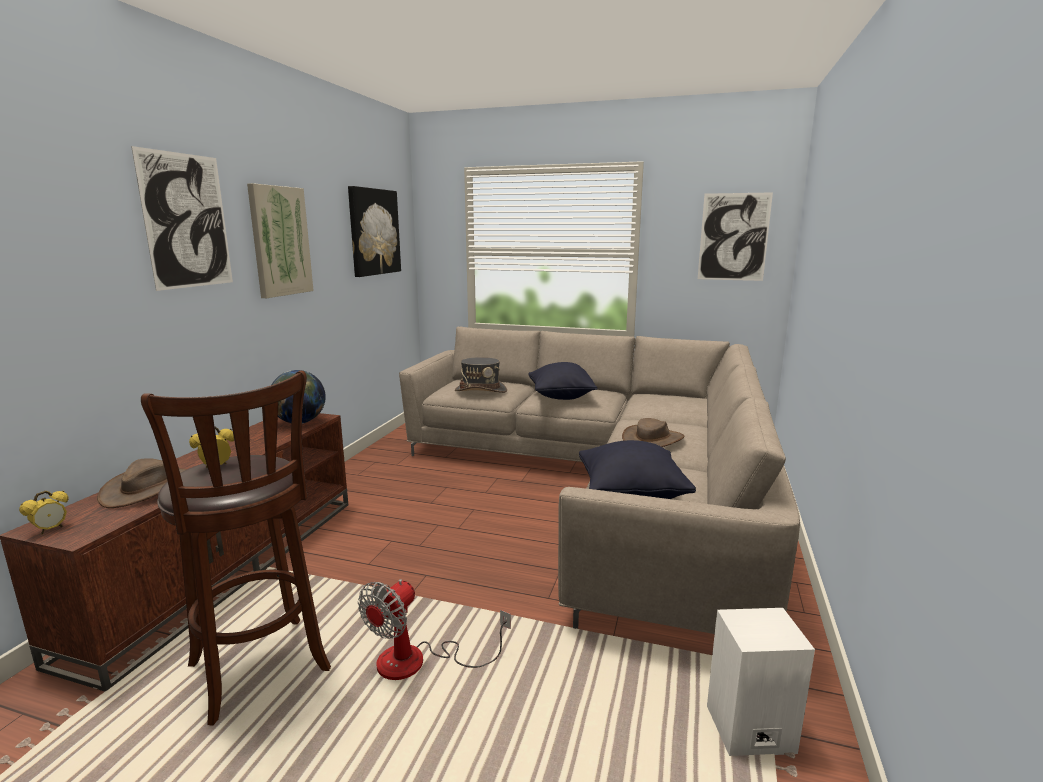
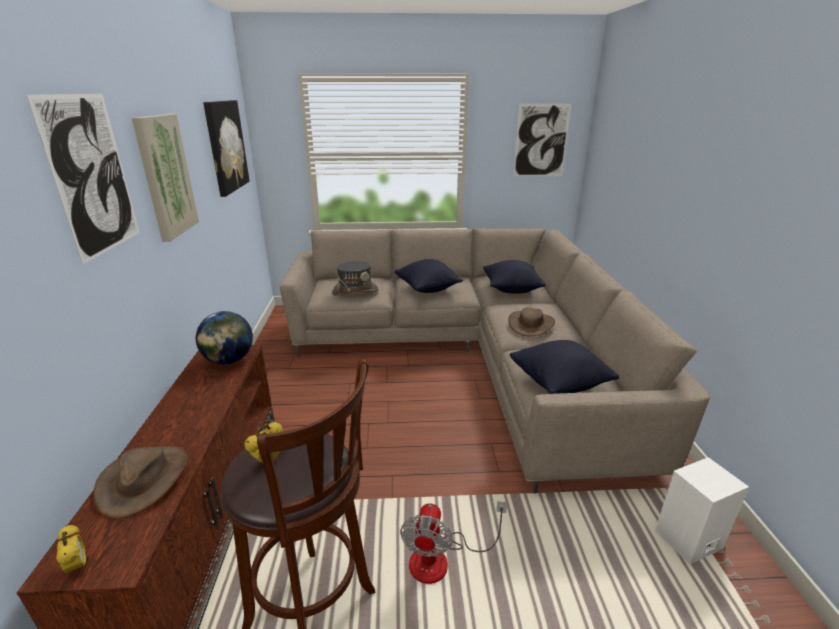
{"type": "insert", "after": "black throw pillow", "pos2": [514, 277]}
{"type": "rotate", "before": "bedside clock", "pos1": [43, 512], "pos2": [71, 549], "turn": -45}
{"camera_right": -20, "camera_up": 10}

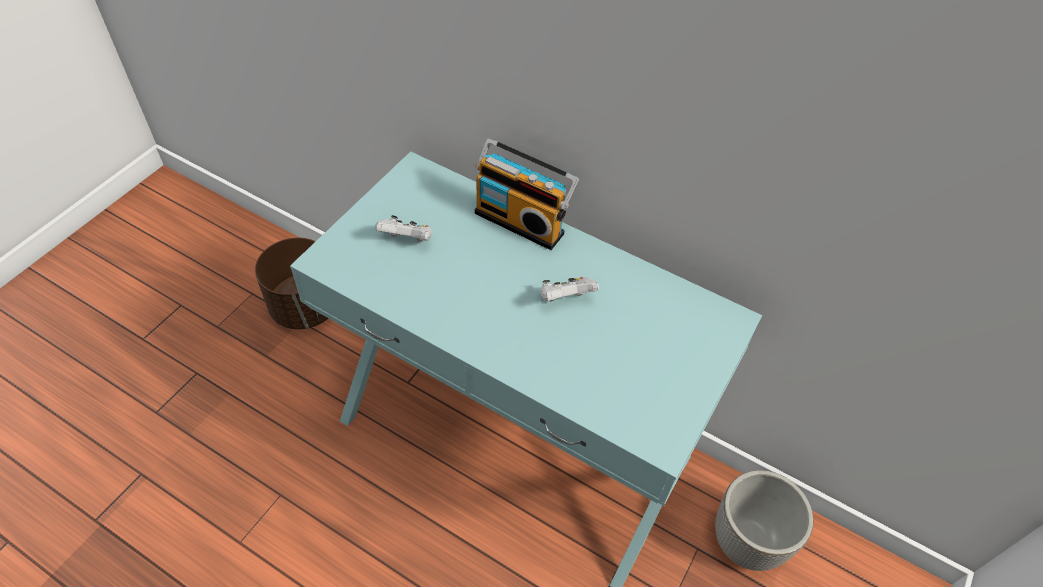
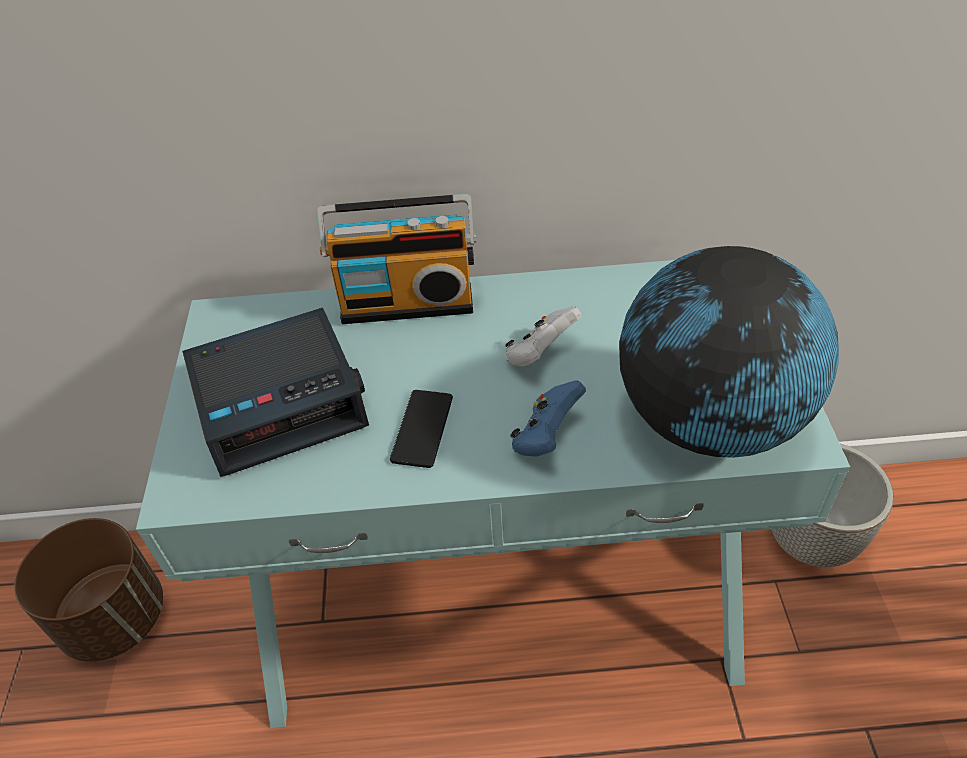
{"type": "insert", "after": "phone", "pos2": [421, 429]}
{"type": "insert", "after": "blue game controller", "pos2": [548, 418]}
{"type": "insert", "after": "world globe", "pos2": [729, 352]}
{"type": "replace", "before": "whitish game controller", "after": "bedside clock", "pos1": [403, 228], "pos2": [275, 392]}
{"camera_right": -30, "camera_up": -5}

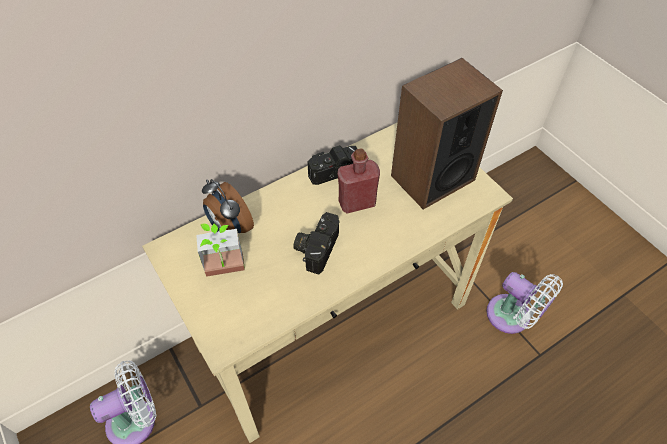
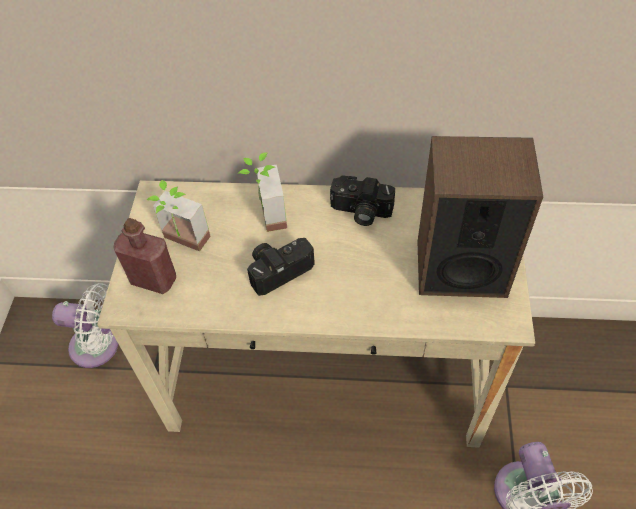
{"type": "delete", "before": "bedside clock", "pos1": [228, 206]}
{"type": "insert", "after": "houseplant", "pos2": [262, 192]}
{"type": "move", "before": "reddish beverage bottle", "pos1": [359, 181], "pos2": [144, 256]}
{"camera_right": 40, "camera_up": 0}

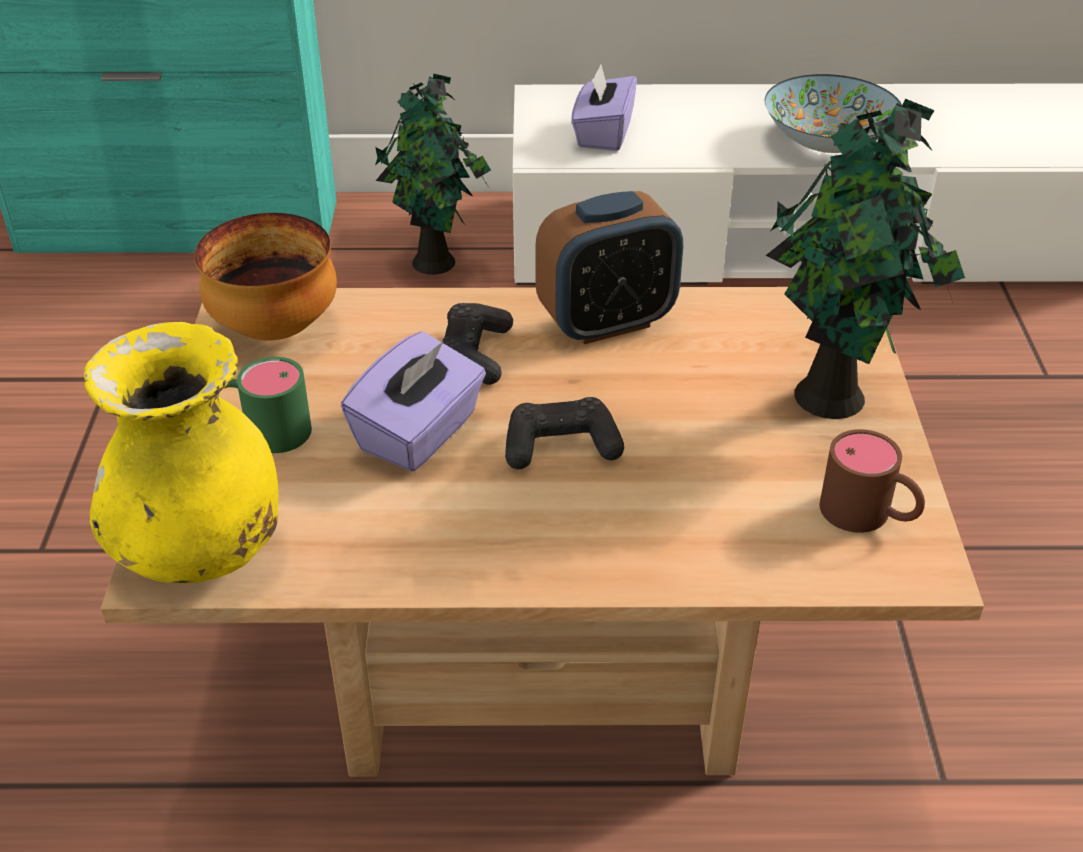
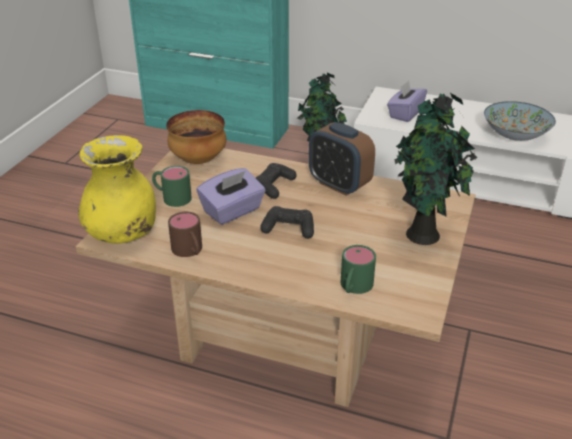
{"type": "insert", "after": "green-coloured mug", "pos2": [358, 269]}
{"type": "move", "before": "brownish mug", "pos1": [872, 481], "pos2": [185, 234]}
{"type": "rotate", "before": "bedside clock", "pos1": [609, 267], "pos2": [342, 159], "turn": 45}
{"camera_right": 20, "camera_up": -5}

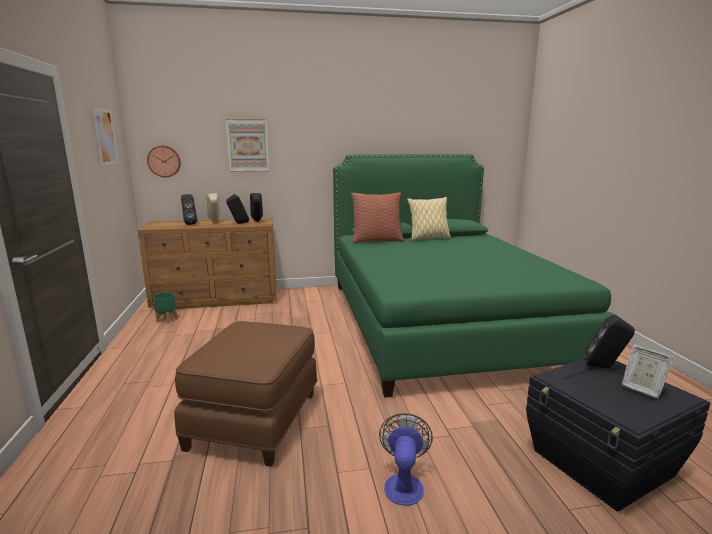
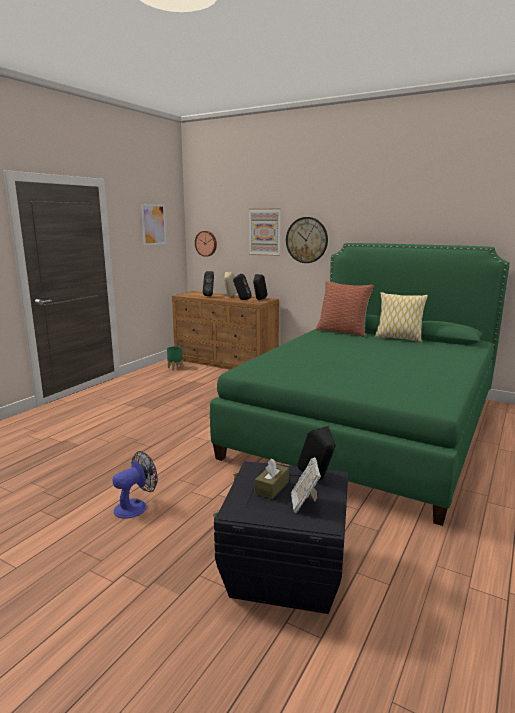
{"type": "delete", "before": "brownish footrest", "pos1": [246, 394]}
{"type": "insert", "after": "brownish tissue box", "pos2": [272, 478]}
{"type": "insert", "after": "clock on the wall", "pos2": [307, 240]}
{"camera_right": 40, "camera_up": 0}

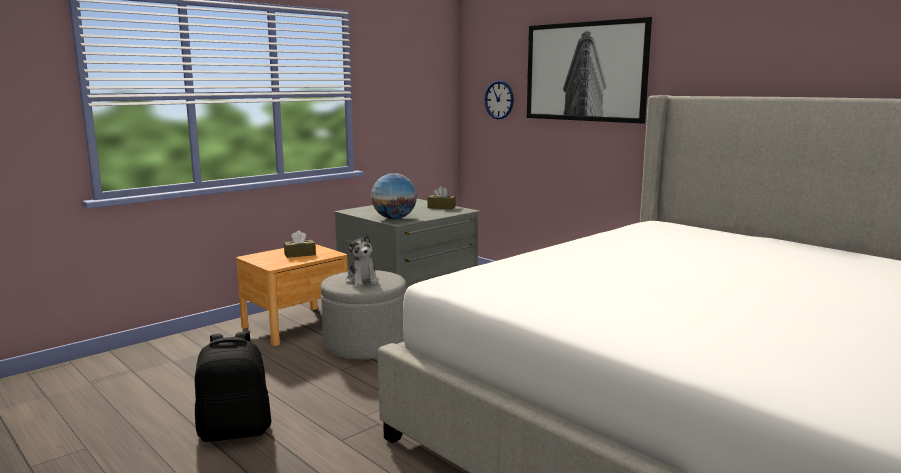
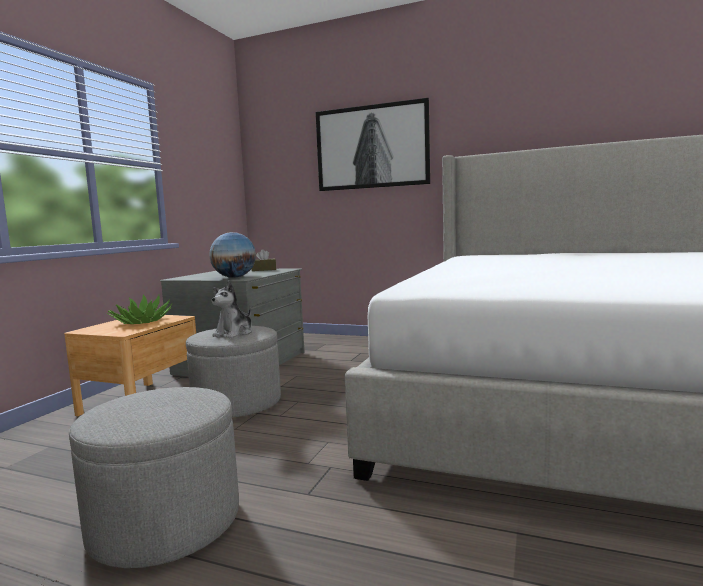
{"type": "delete", "before": "clock on the wall", "pos1": [499, 99]}
{"type": "replace", "before": "black knapsack", "after": "greyish footrest", "pos1": [233, 387], "pos2": [154, 477]}
{"type": "replace", "before": "brownish tissue box", "after": "houseplant", "pos1": [300, 244], "pos2": [140, 309]}
{"type": "rotate", "before": "plush toy", "pos1": [362, 259], "pos2": [232, 309], "turn": 75}
{"camera_right": -25, "camera_up": -5}

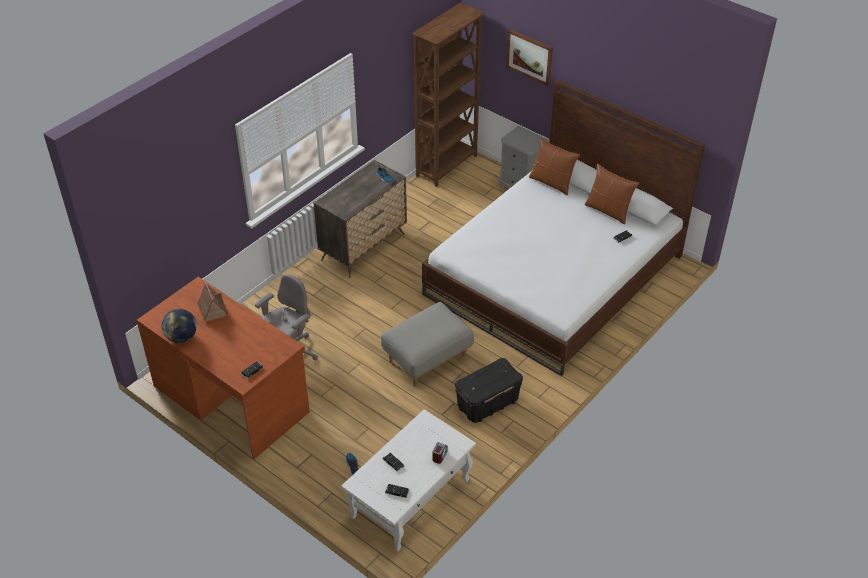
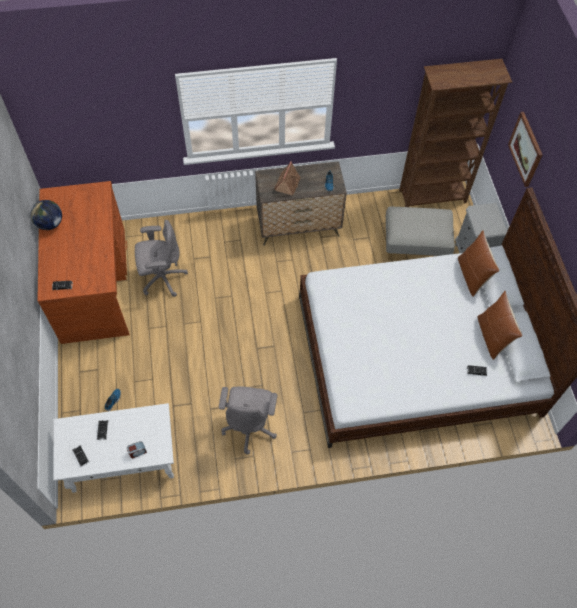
{"type": "move", "before": "miniature house", "pos1": [212, 302], "pos2": [287, 178]}
{"type": "move", "before": "greyish footrest", "pos1": [427, 344], "pos2": [420, 233]}
{"type": "replace", "before": "black storage bin", "after": "greyish office chair", "pos1": [489, 390], "pos2": [248, 420]}
{"camera_right": 40, "camera_up": 15}

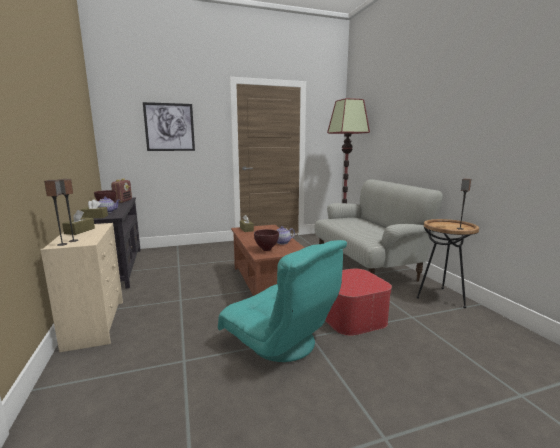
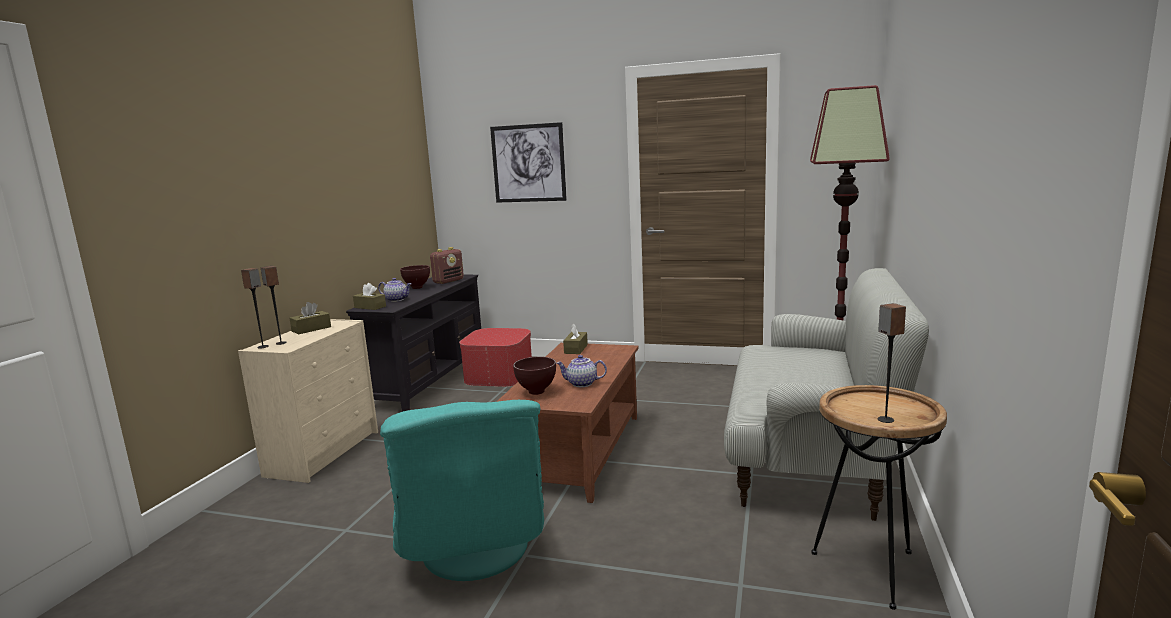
{"type": "move", "before": "footrest", "pos1": [358, 302], "pos2": [495, 357]}
{"camera_right": 35, "camera_up": 0}

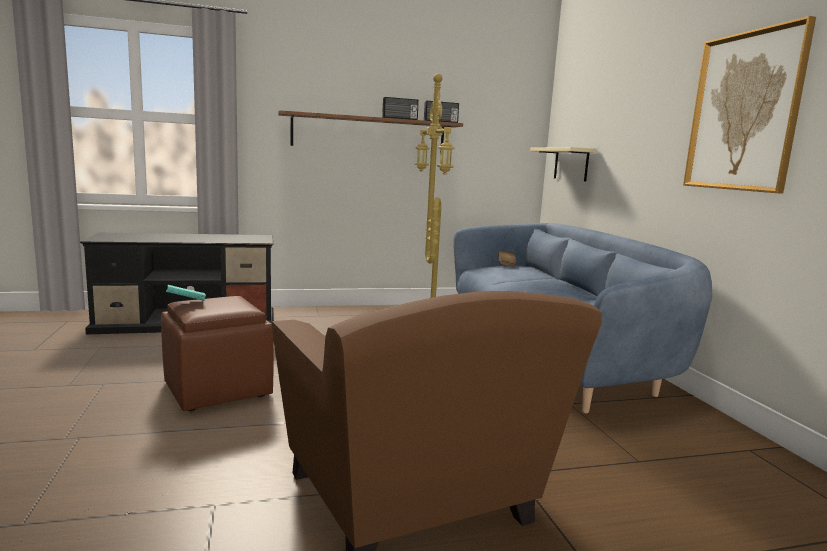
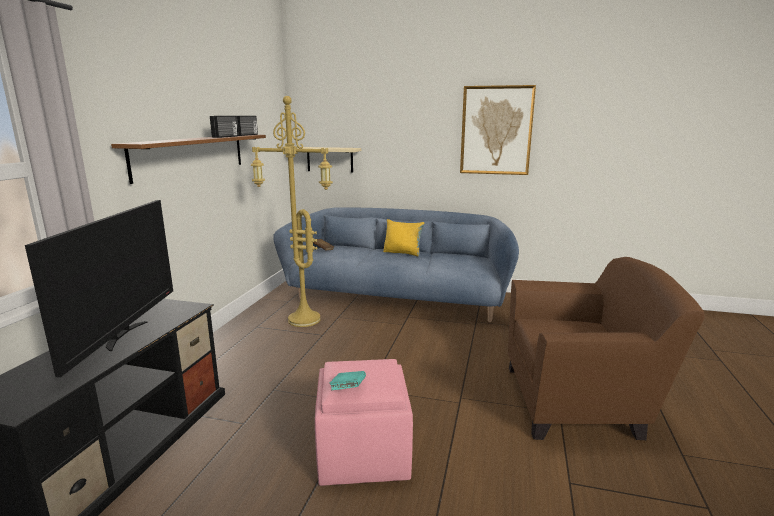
{"type": "insert", "after": "TV set", "pos2": [99, 288]}
{"type": "insert", "after": "yellow throw pillow", "pos2": [404, 237]}
{"type": "recolor", "before": "brownish footrest", "after": "pink footrest", "pos1": [217, 353], "pos2": [364, 422]}
{"camera_right": -60, "camera_up": 5}

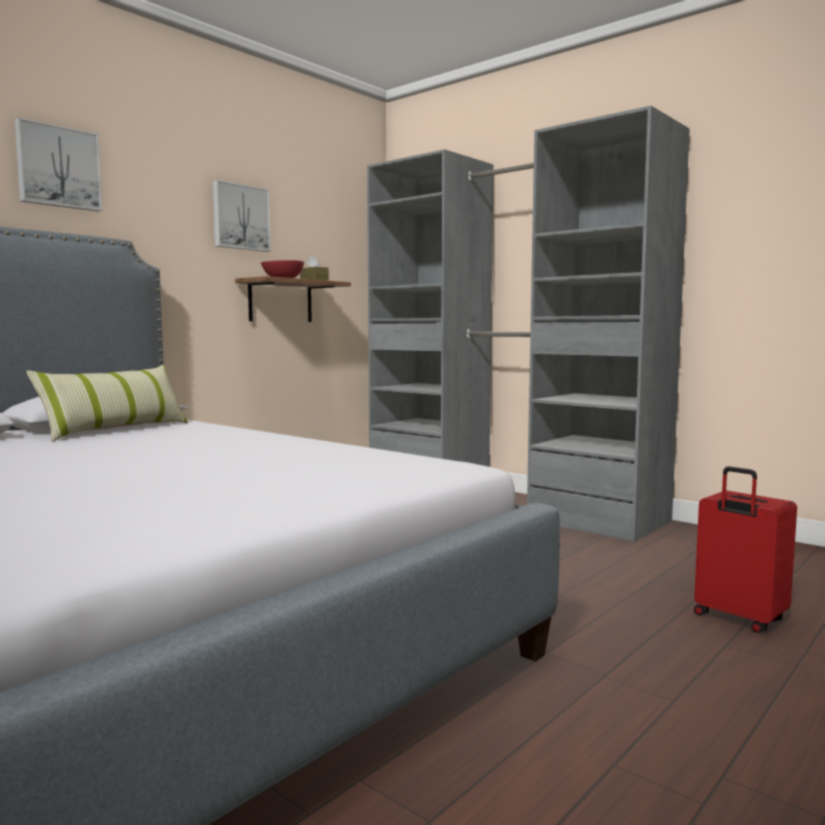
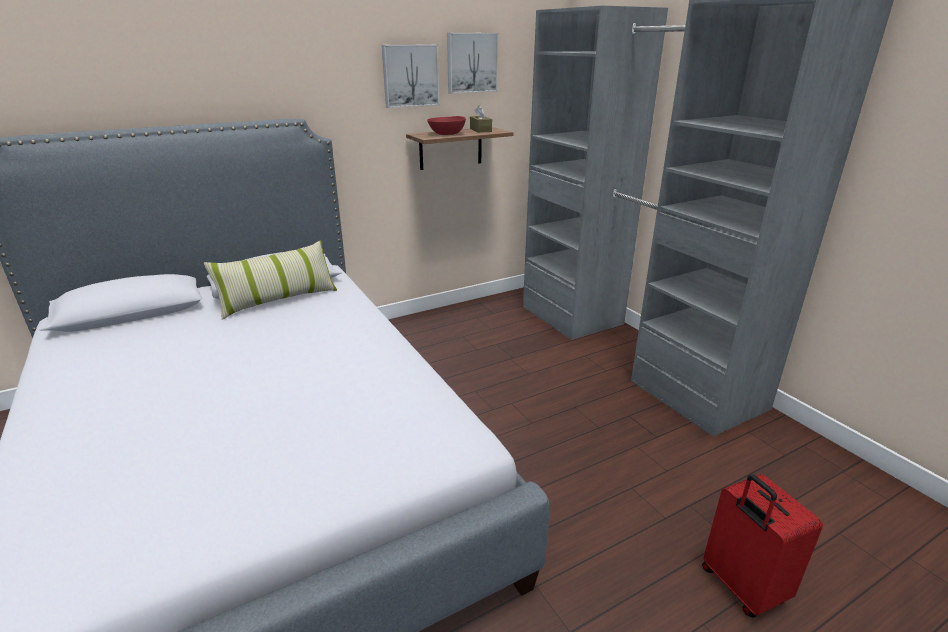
{"type": "move", "before": "wall picture", "pos1": [58, 164], "pos2": [473, 63]}
{"camera_right": 20, "camera_up": 20}

